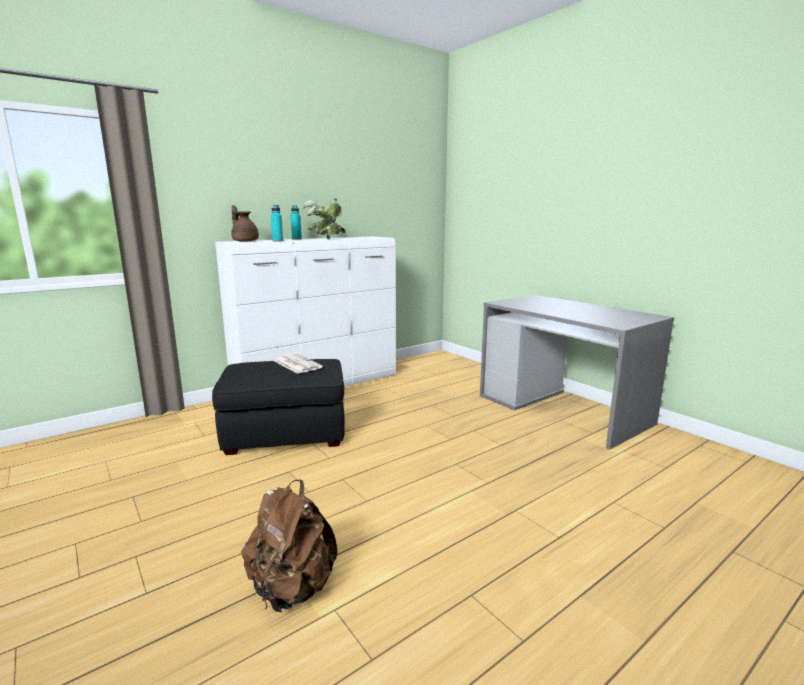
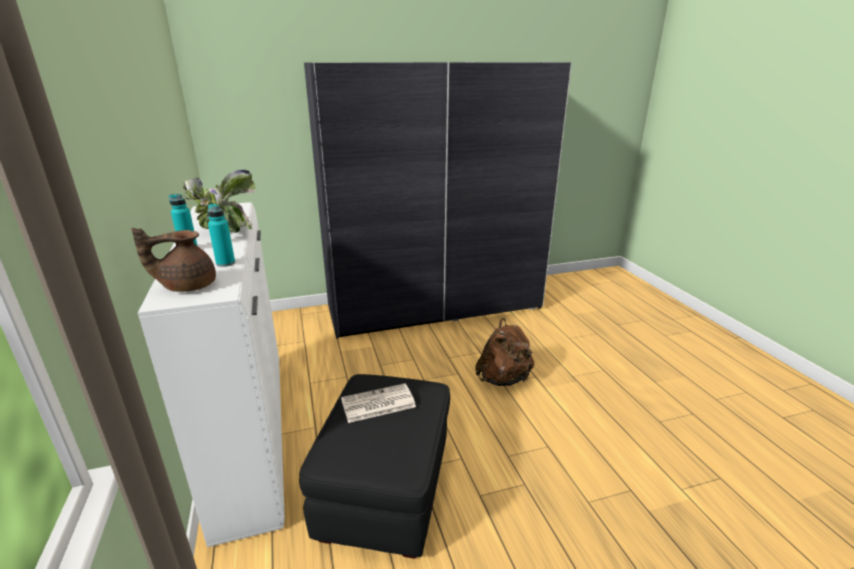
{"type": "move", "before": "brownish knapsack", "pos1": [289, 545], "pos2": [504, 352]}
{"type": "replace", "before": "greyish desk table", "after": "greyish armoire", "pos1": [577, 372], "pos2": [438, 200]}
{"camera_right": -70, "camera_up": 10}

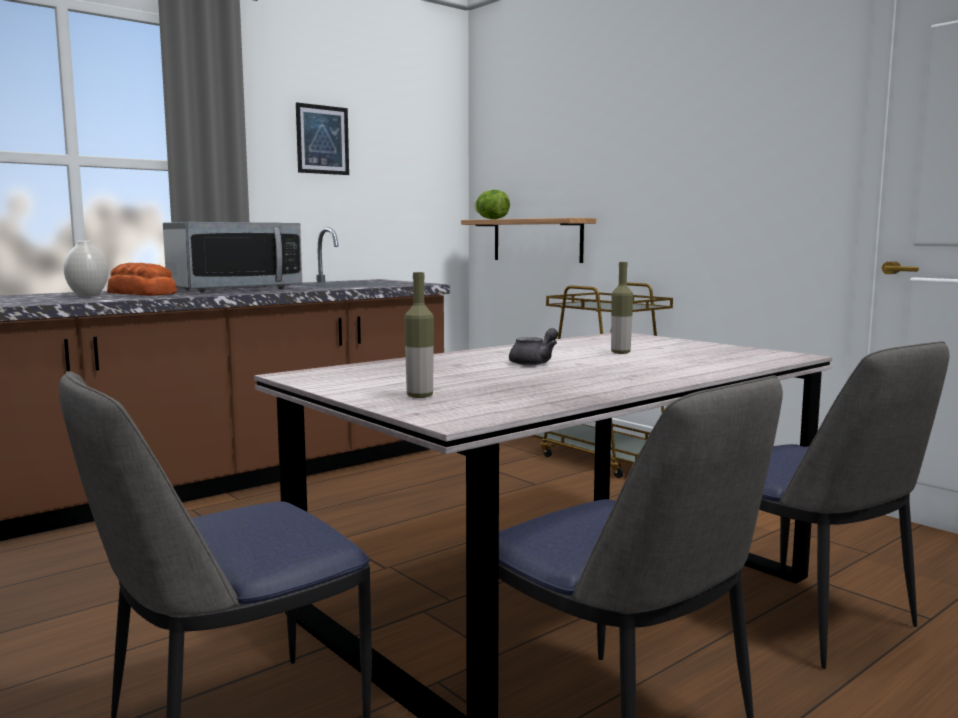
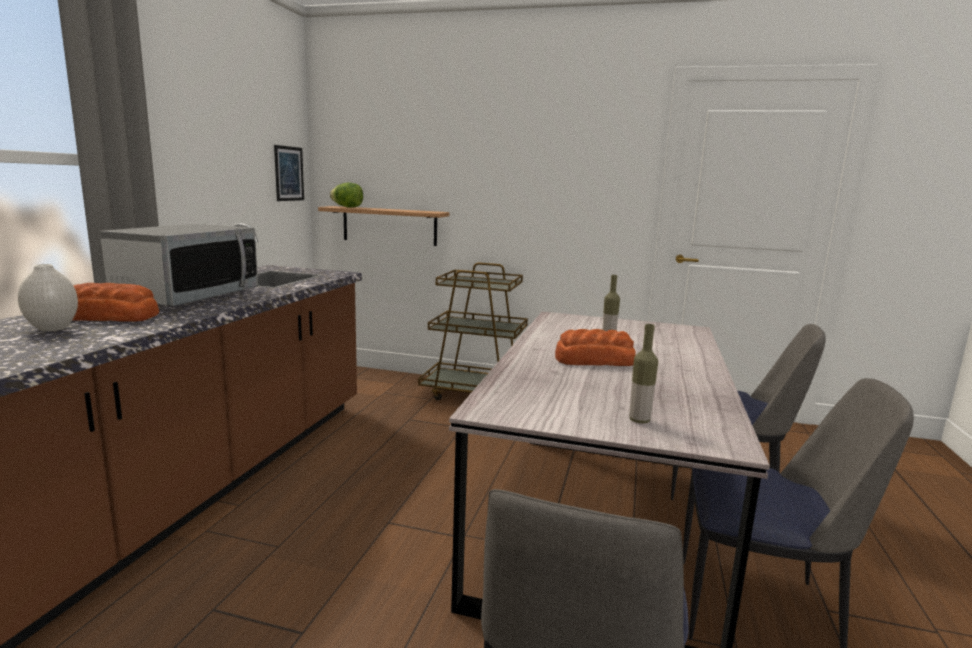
{"type": "move", "before": "wall picture", "pos1": [322, 138], "pos2": [289, 173]}
{"type": "replace", "before": "greyish teapot", "after": "bread", "pos1": [533, 346], "pos2": [595, 347]}
{"camera_right": -35, "camera_up": 5}

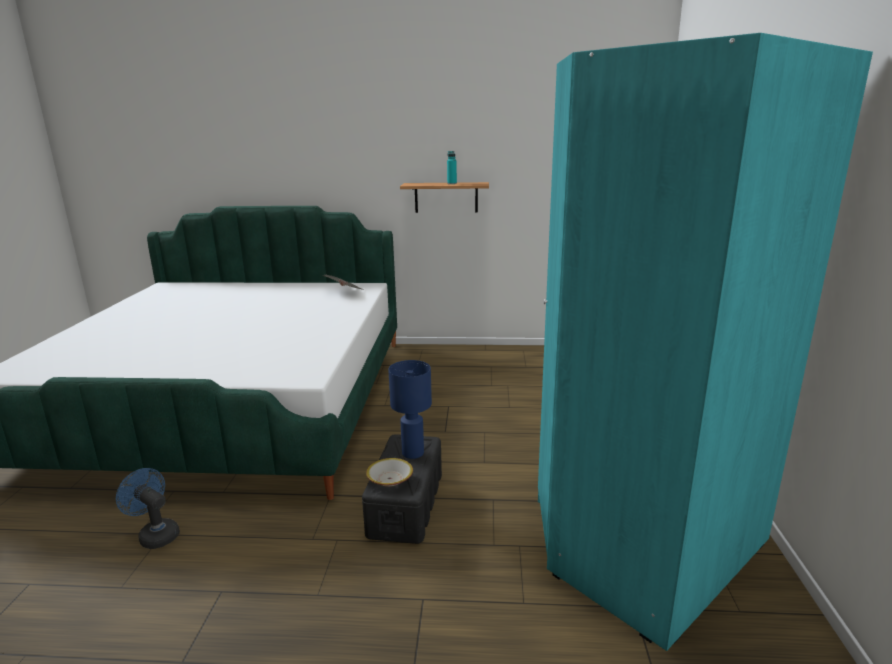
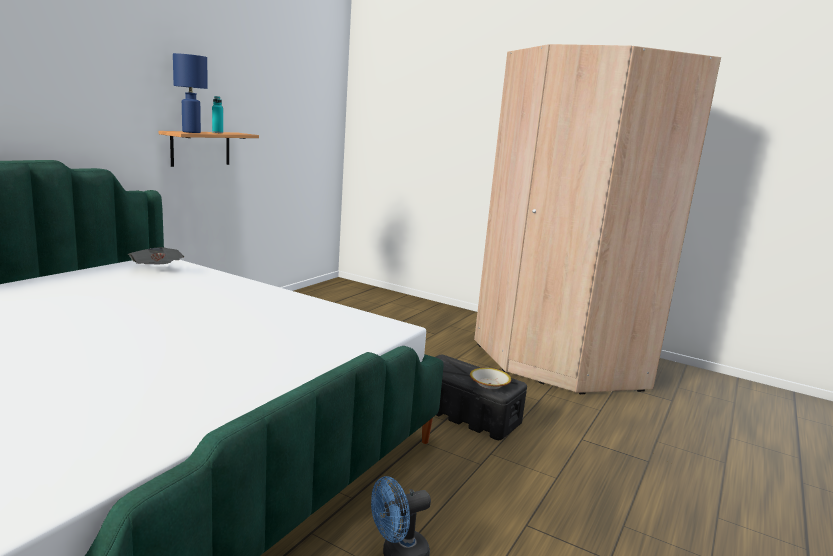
{"type": "move", "before": "blue lamp for a table", "pos1": [410, 409], "pos2": [190, 93]}
{"type": "recolor", "before": "turquoise armoire", "after": "beige-coloured armoire", "pos1": [705, 342], "pos2": [597, 219]}
{"camera_right": -65, "camera_up": -5}

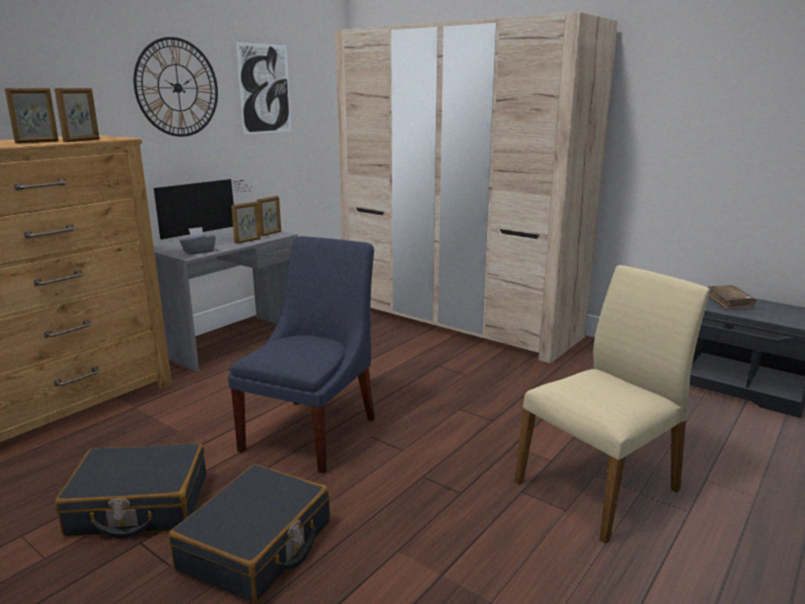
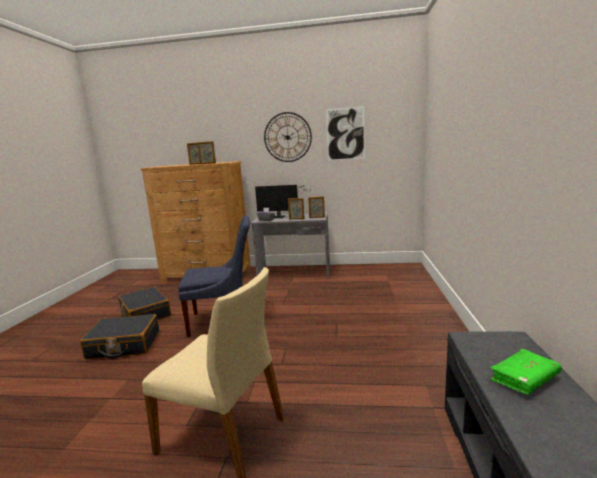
{"type": "delete", "before": "beige-coloured armoire", "pos1": [476, 187]}
{"type": "recolor", "before": "brownish volume", "after": "green-coloured volume", "pos1": [732, 297], "pos2": [526, 372]}
{"camera_right": 60, "camera_up": -5}

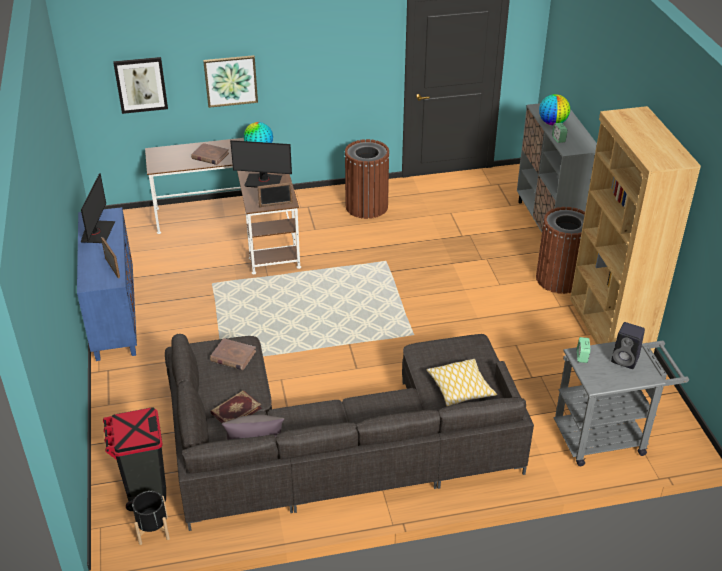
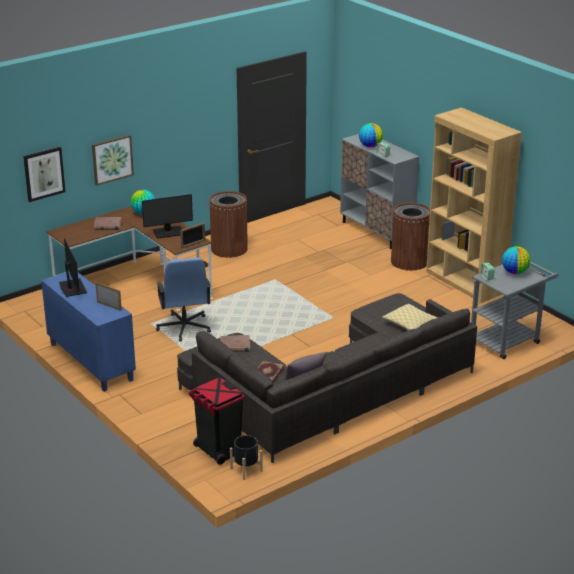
{"type": "insert", "after": "blue office chair", "pos2": [183, 299]}
{"type": "replace", "before": "black audio speaker", "after": "world globe", "pos1": [628, 345], "pos2": [516, 260]}
{"camera_right": -25, "camera_up": -10}

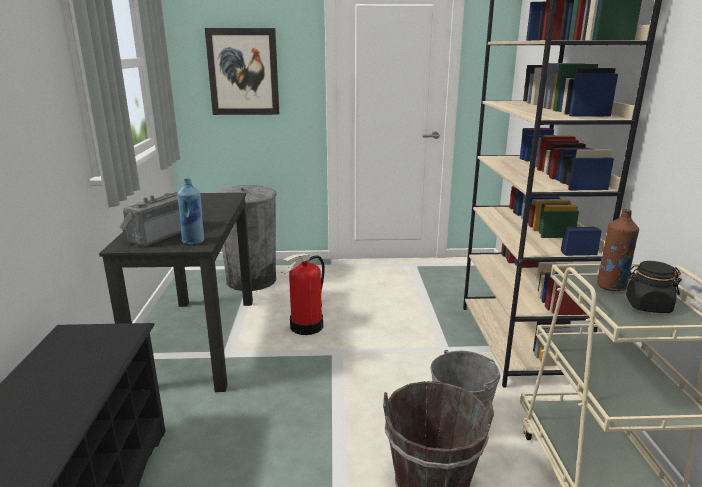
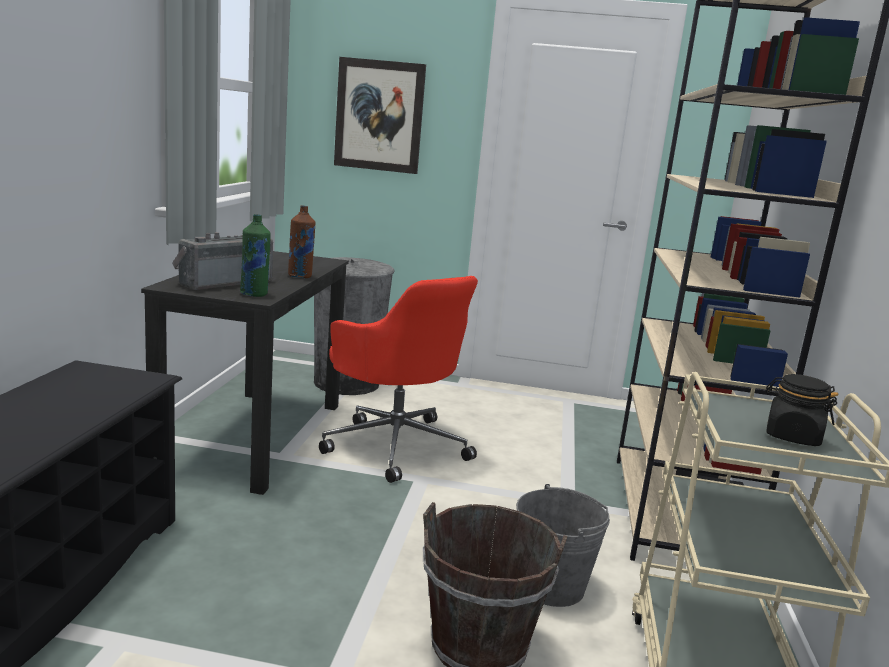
{"type": "move", "before": "brownish beverage bottle", "pos1": [618, 250], "pos2": [301, 242]}
{"type": "replace", "before": "fire extinguisher", "after": "reddish office chair", "pos1": [303, 294], "pos2": [398, 379]}
{"type": "recolor", "before": "blue beverage bottle", "after": "green-coloured beverage bottle", "pos1": [190, 211], "pos2": [255, 255]}
{"camera_right": 10, "camera_up": -5}

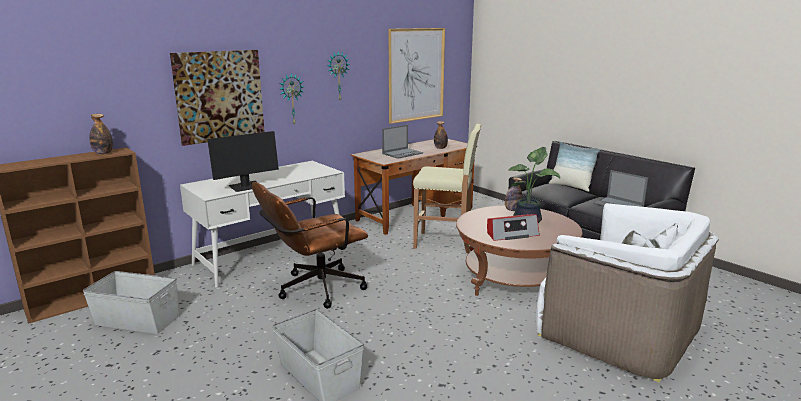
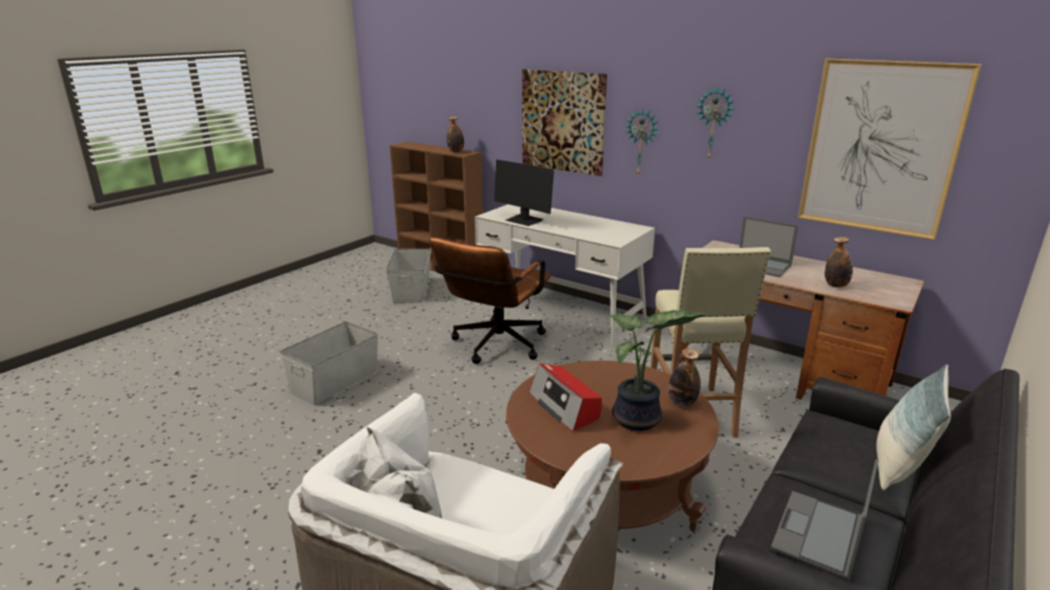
{"type": "rotate", "before": "brownish office chair", "pos1": [309, 245], "pos2": [489, 300], "turn": -105}
{"camera_right": 75, "camera_up": 5}

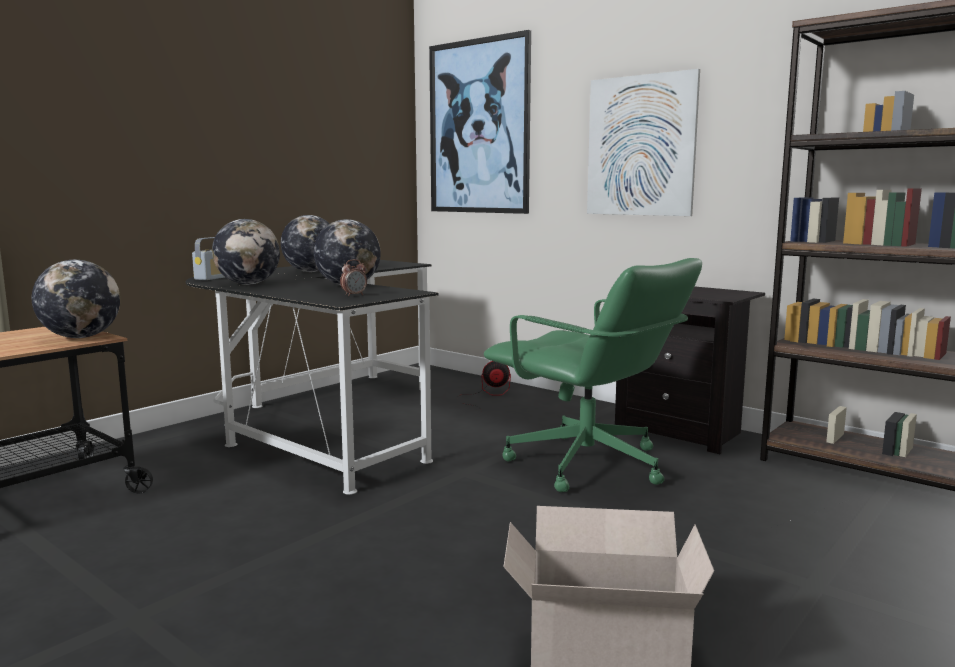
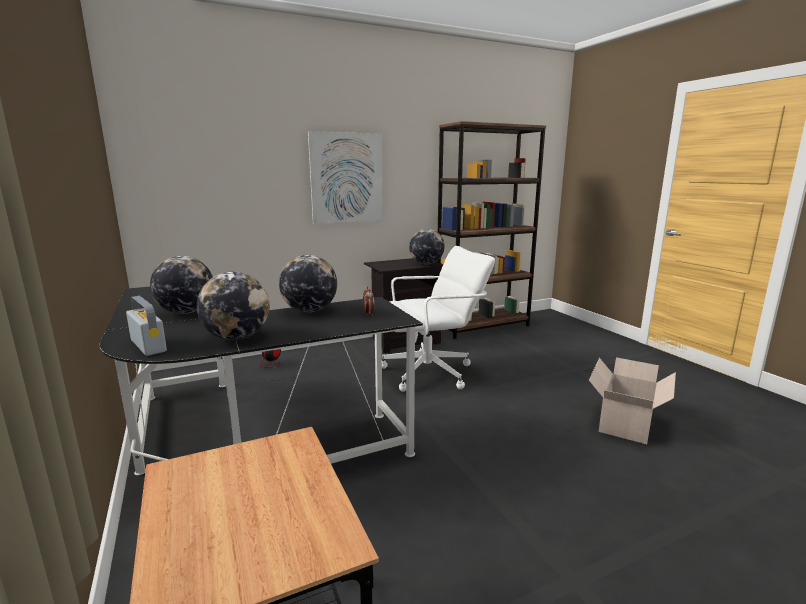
{"type": "delete", "before": "wall picture", "pos1": [480, 122]}
{"type": "move", "before": "world globe", "pos1": [76, 299], "pos2": [427, 246]}
{"type": "recolor", "before": "green-coloured office chair", "after": "whitish office chair", "pos1": [593, 375], "pos2": [438, 319]}
{"camera_right": -65, "camera_up": 5}

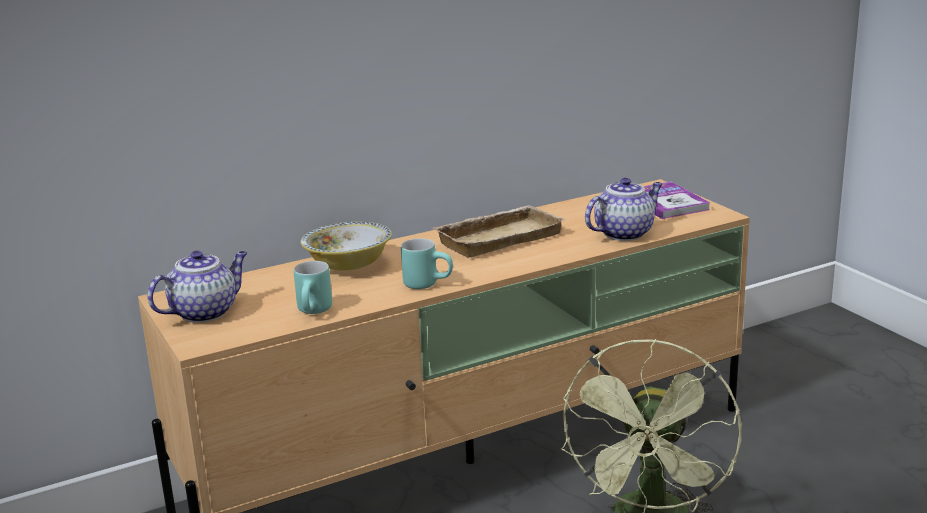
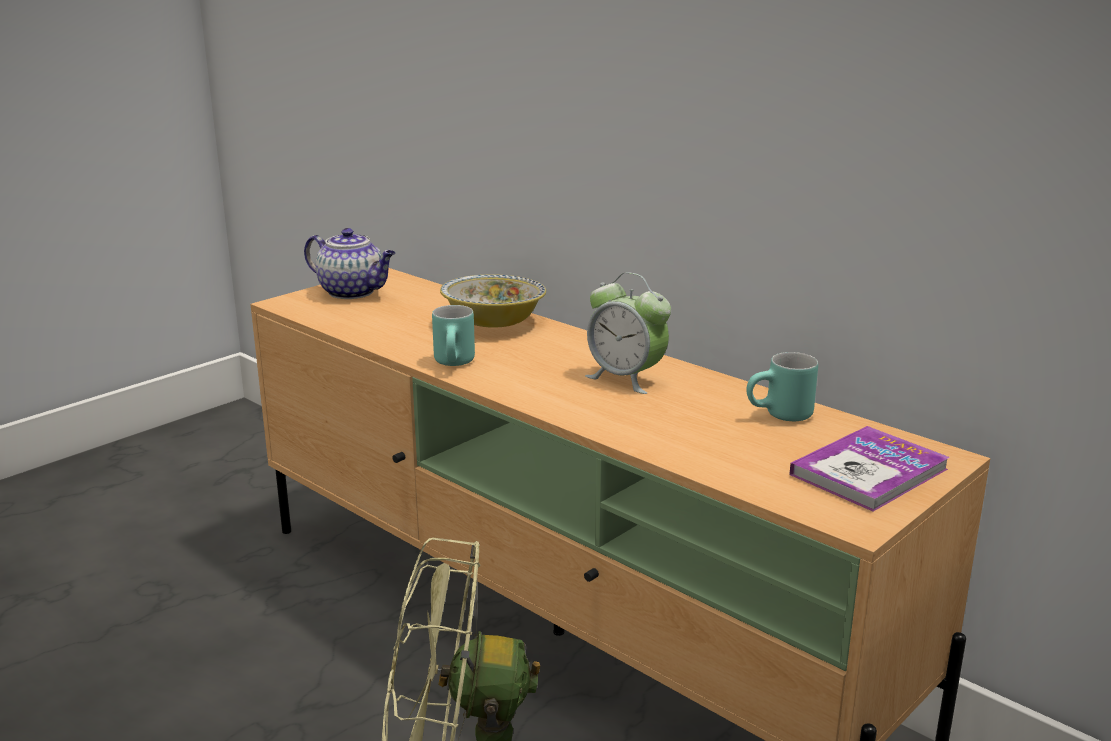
{"type": "delete", "before": "teapot", "pos1": [624, 209]}
{"type": "move", "before": "turquoise mug", "pos1": [313, 287], "pos2": [782, 387]}
{"type": "replace", "before": "beige-coloured tray", "after": "bedside clock", "pos1": [499, 231], "pos2": [628, 333]}
{"camera_right": 70, "camera_up": 0}

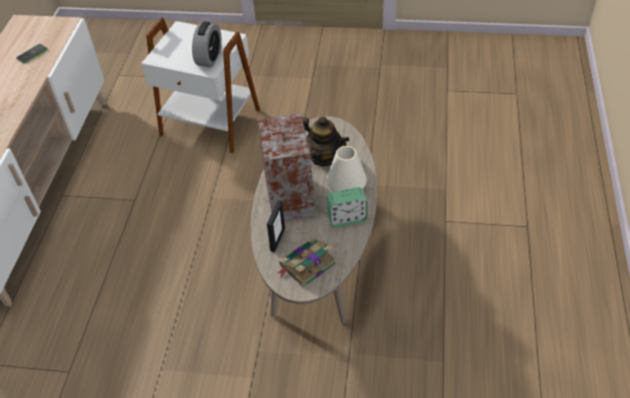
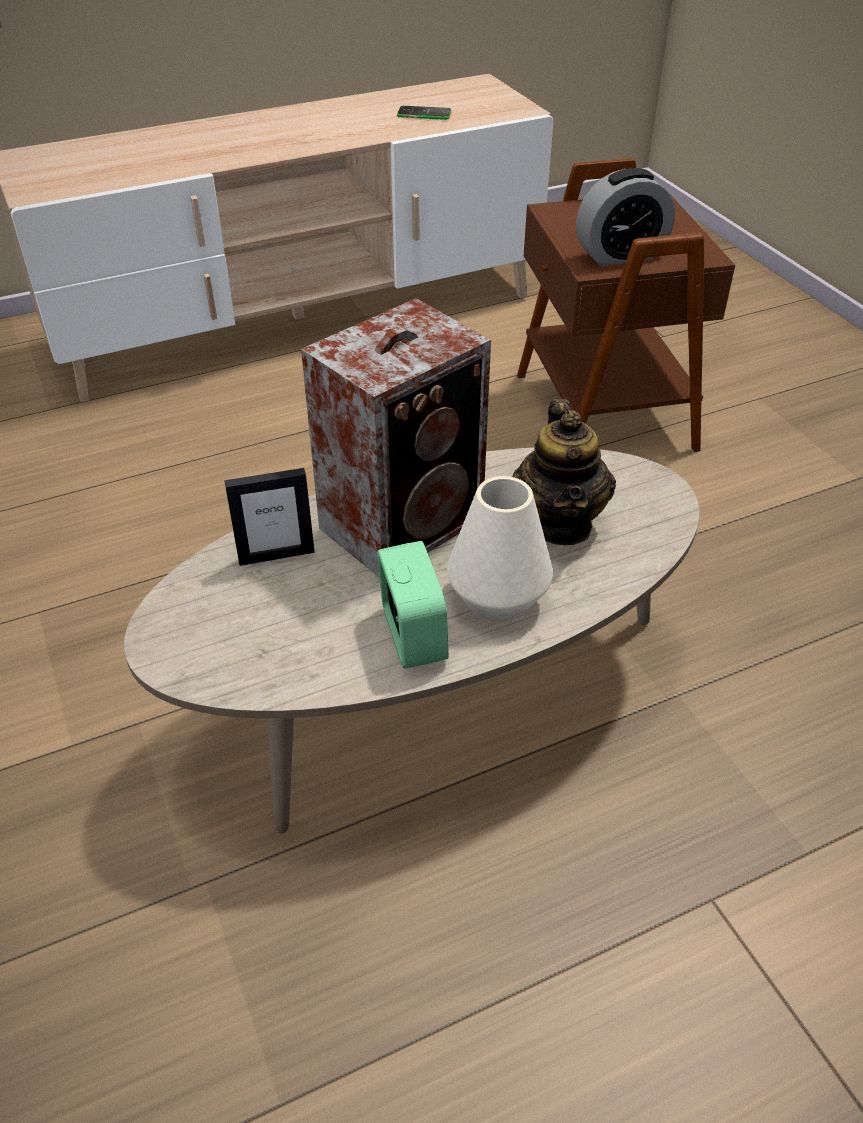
{"type": "delete", "before": "volume", "pos1": [307, 263]}
{"type": "recolor", "before": "whitish end table", "after": "brownish end table", "pos1": [200, 85], "pos2": [626, 305]}
{"type": "rotate", "before": "bedside clock", "pos1": [347, 207], "pos2": [413, 605], "turn": -150}
{"camera_right": 55, "camera_up": -5}

